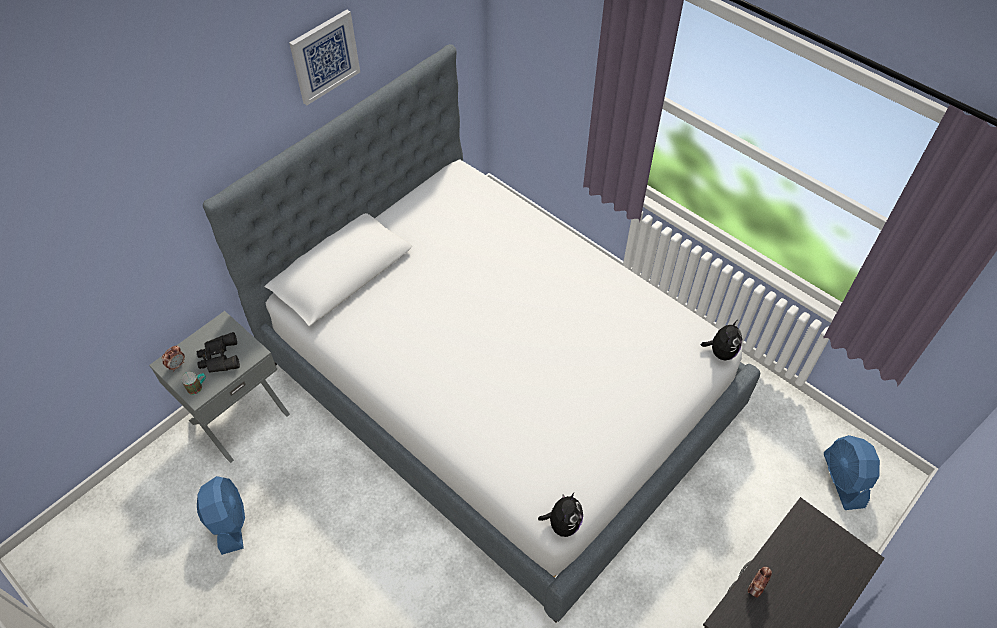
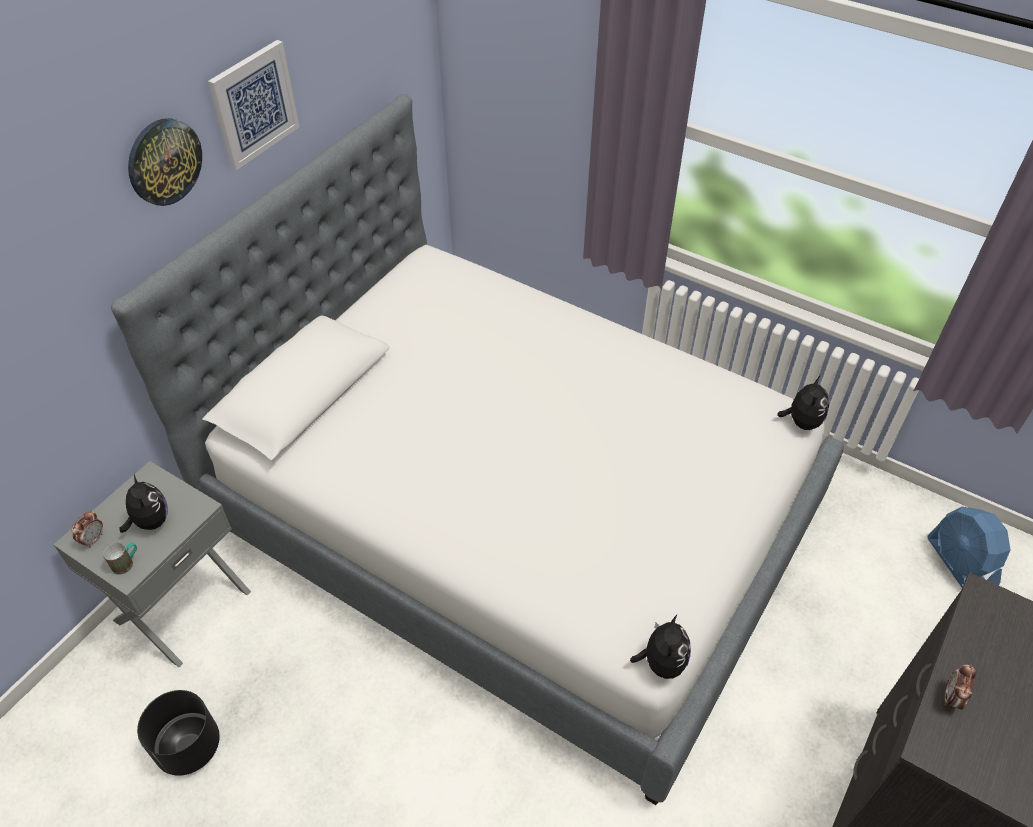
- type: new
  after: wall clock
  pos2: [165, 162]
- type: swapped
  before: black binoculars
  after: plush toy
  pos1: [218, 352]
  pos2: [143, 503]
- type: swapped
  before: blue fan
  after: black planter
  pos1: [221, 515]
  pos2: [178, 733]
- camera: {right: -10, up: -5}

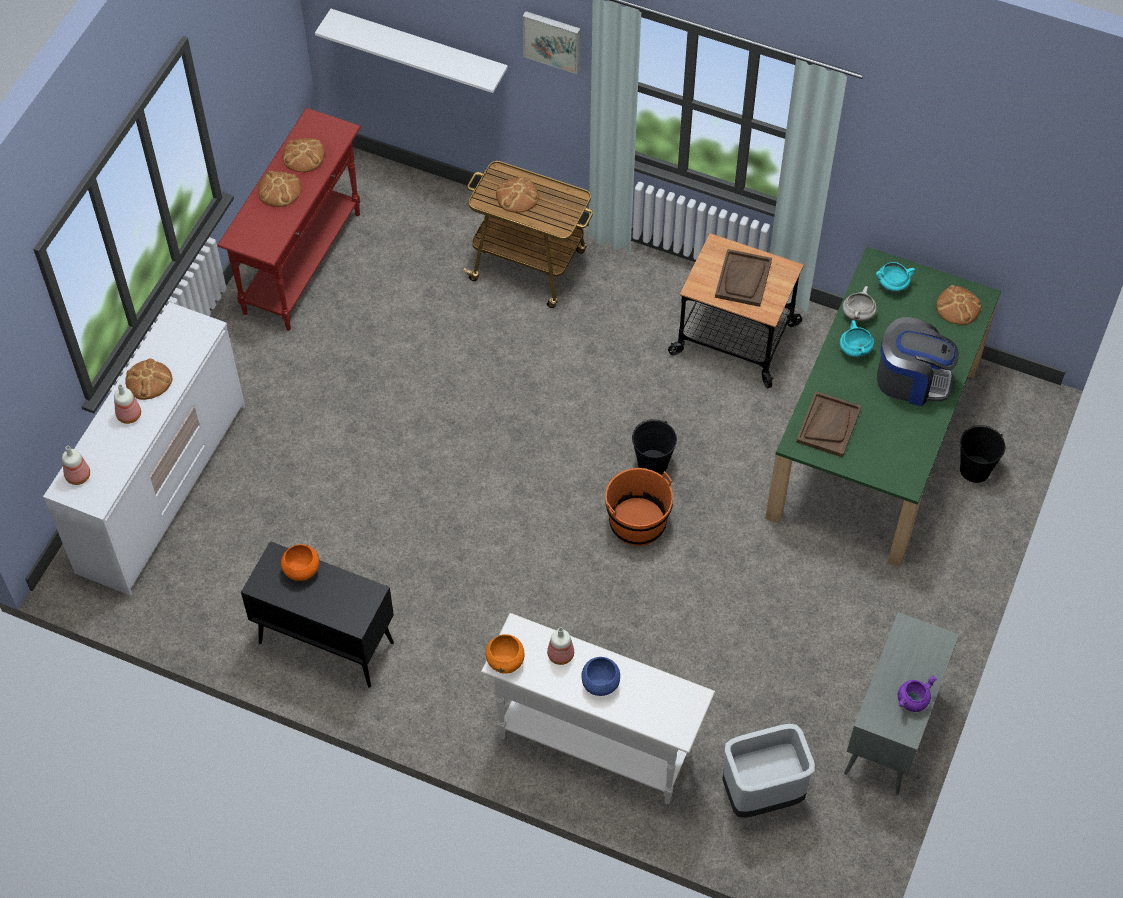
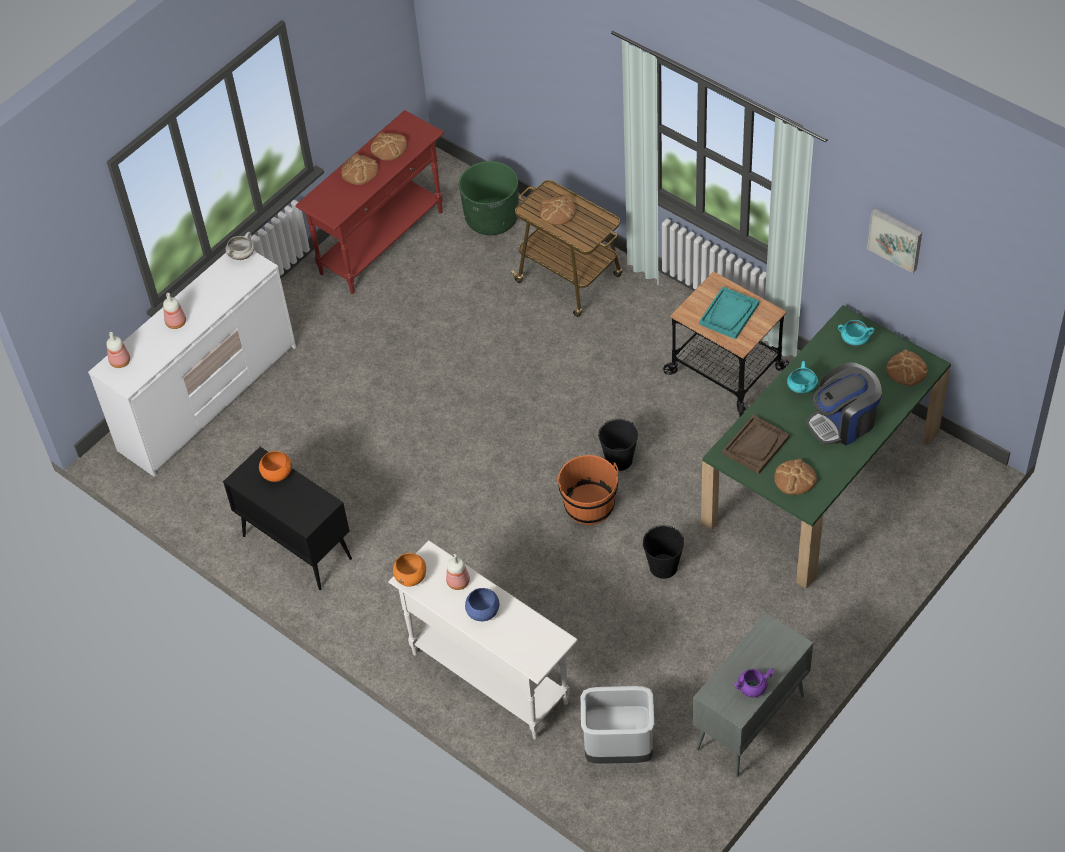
- type: gone
  before: white shelf
  pos1: [411, 51]
- type: new
  after: green planter
  pos2: [488, 198]
- type: shifted
  before: bread
  pos1: [148, 379]
  pos2: [795, 477]
- type: shifted
  before: picture
  pos1: [551, 42]
  pos2: [894, 240]
- type: shifted
  before: white cooking pot
  pos1: [860, 303]
  pos2: [240, 246]
- type: shifted
  before: black bucket
  pos1: [982, 454]
  pos2: [663, 552]
- type: repainted
  before: brown tray
  after: turquoise tray
  pos1: [743, 278]
  pos2: [729, 312]
- type: rotated
  before: coffee machine
  pos1: [918, 361]
  pos2: [844, 404]
  turn: 120
- camera: {right: 20, up: -5}

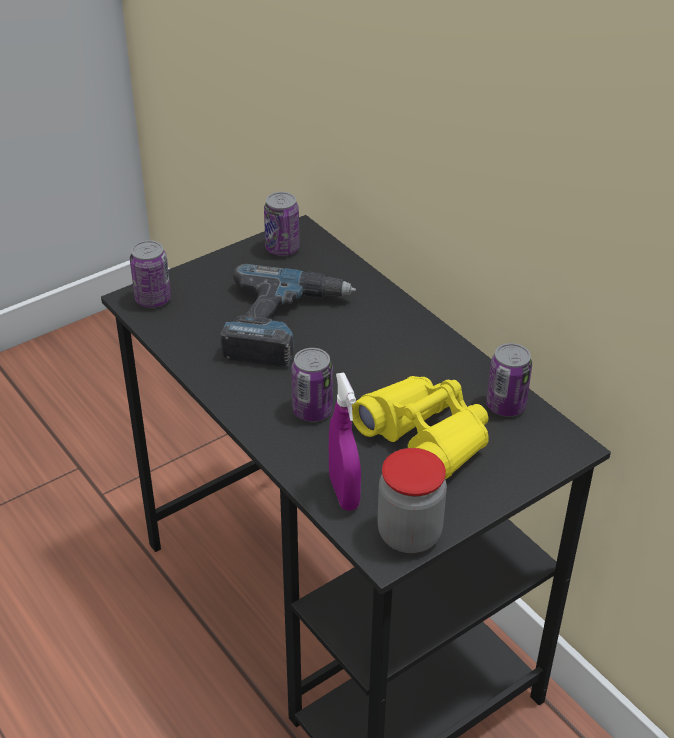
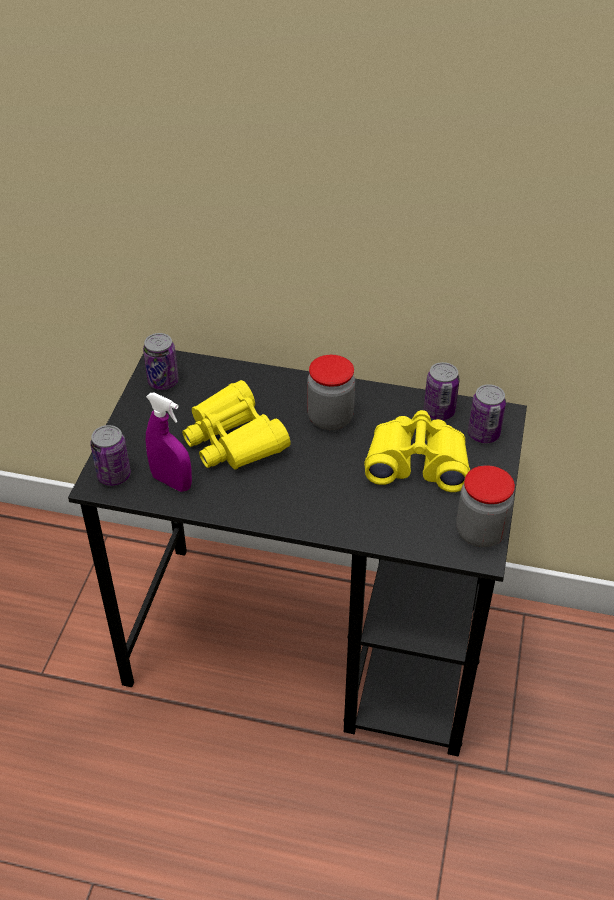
- type: new
  after: jar
  pos2: [331, 392]
- type: shifted
  before: can
  pos1: [312, 385]
  pos2: [487, 413]
- type: shifted
  before: purple spray bottle
  pos1: [345, 441]
  pos2: [169, 442]
- type: swapped
  before: power drill
  after: yellow binoculars
  pos1: [288, 315]
  pos2: [236, 425]
- camera: {right: -40, up: 5}

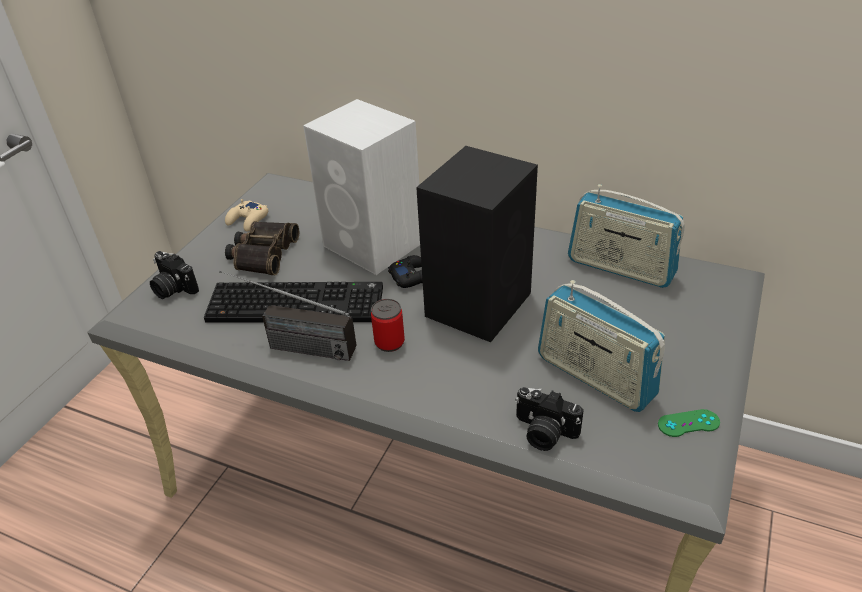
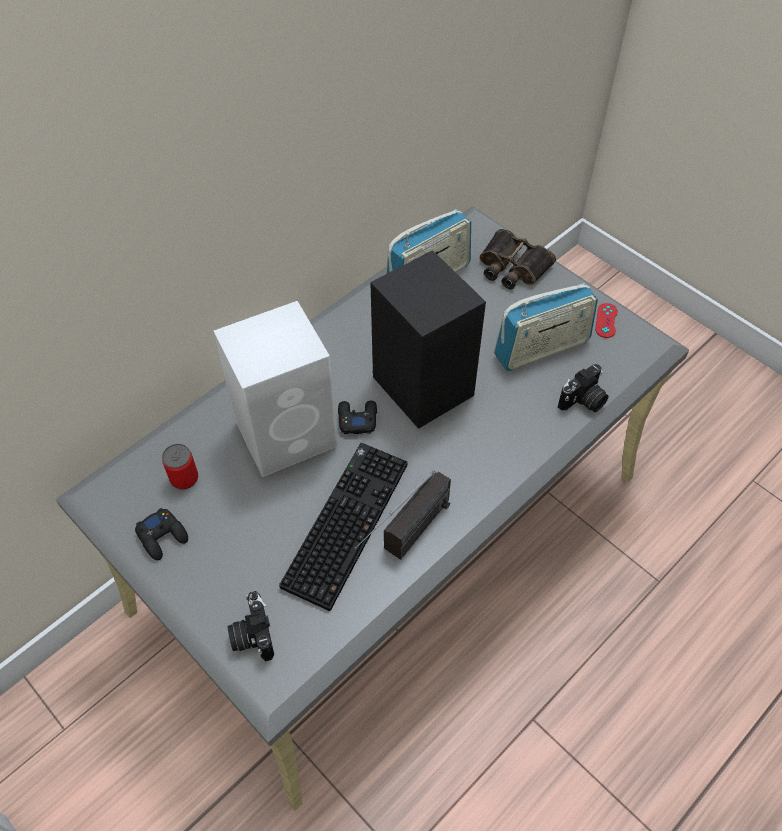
- type: shifted
  before: binoculars
  pos1: [262, 248]
  pos2: [518, 259]
- type: shifted
  before: can
  pos1: [388, 325]
  pos2: [180, 467]
- type: repainted
  before: beige game controller
  after: black game controller
  pos1: [246, 215]
  pos2: [161, 534]
- type: repainted
  before: green game controller
  after: red game controller
  pos1: [689, 423]
  pos2: [606, 320]
- type: rotated
  before: photo camera
  pos1: [174, 275]
  pos2: [250, 626]
  turn: 105
- camera: {right: -70, up: 15}

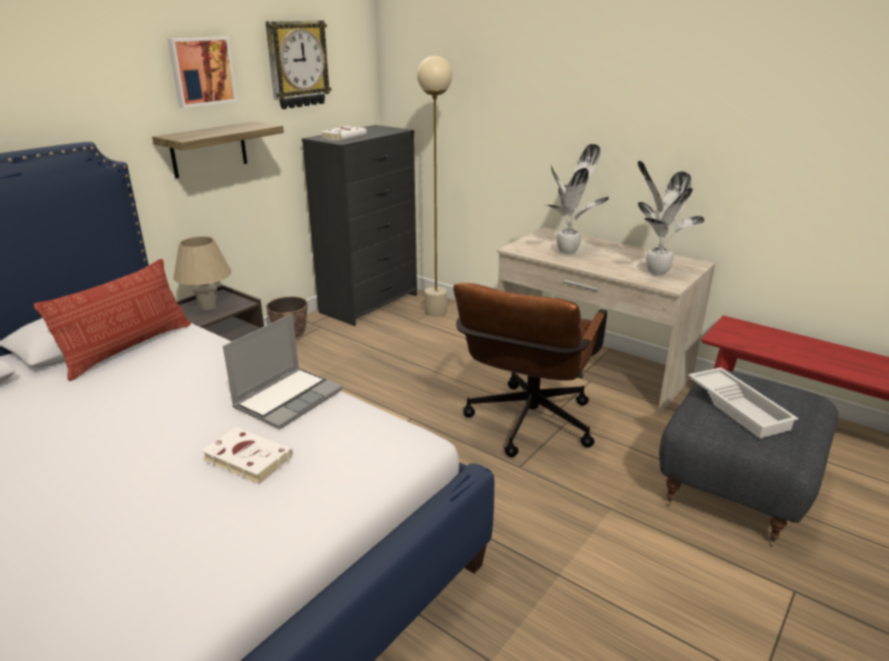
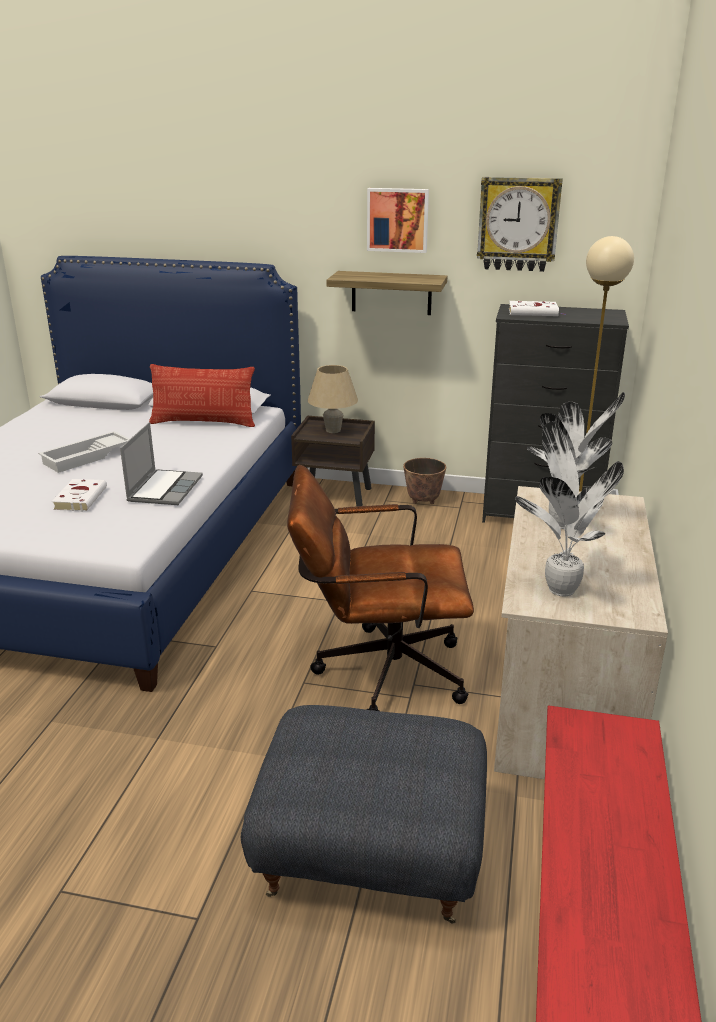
- type: shifted
  before: white tray
  pos1: [743, 402]
  pos2: [84, 452]
- type: rotated
  before: laptop
  pos1: [283, 371]
  pos2: [161, 463]
  turn: -90
- camera: {right: 65, up: 0}

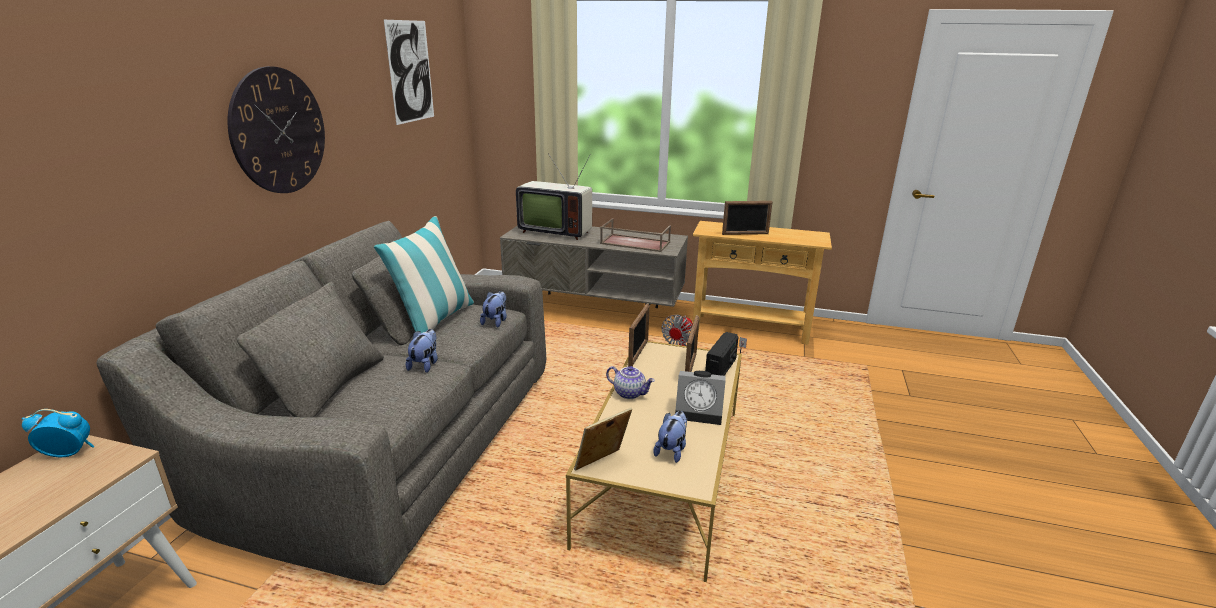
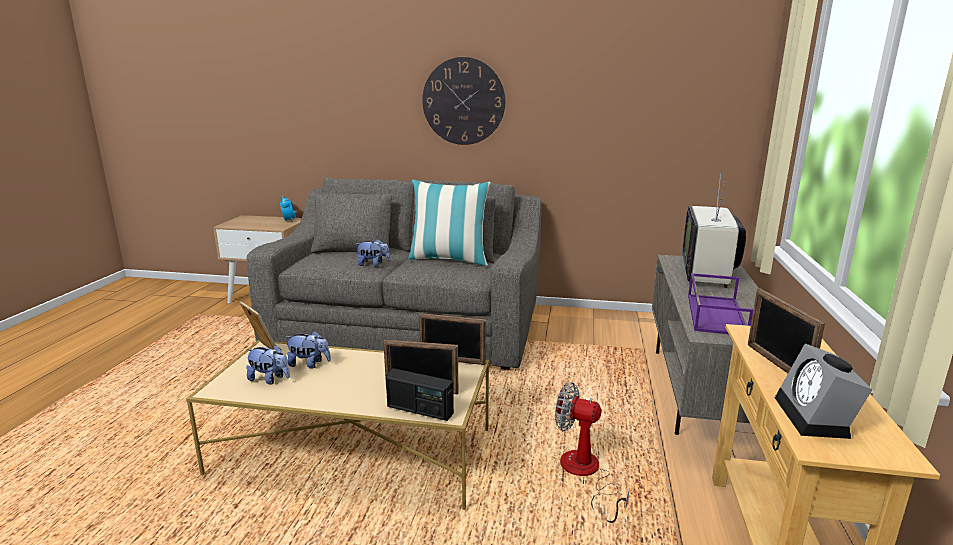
- type: gone
  before: picture
  pos1: [409, 72]
- type: gone
  before: teapot
  pos1: [630, 382]
- type: shifted
  before: plush toy
  pos1: [493, 309]
  pos2: [308, 350]
- type: shifted
  before: alarm clock
  pos1: [700, 398]
  pos2: [824, 391]
- type: repainted
  before: brown tray
  after: purple tray
  pos1: [635, 235]
  pos2: [720, 303]
- camera: {right: 85, up: -5}

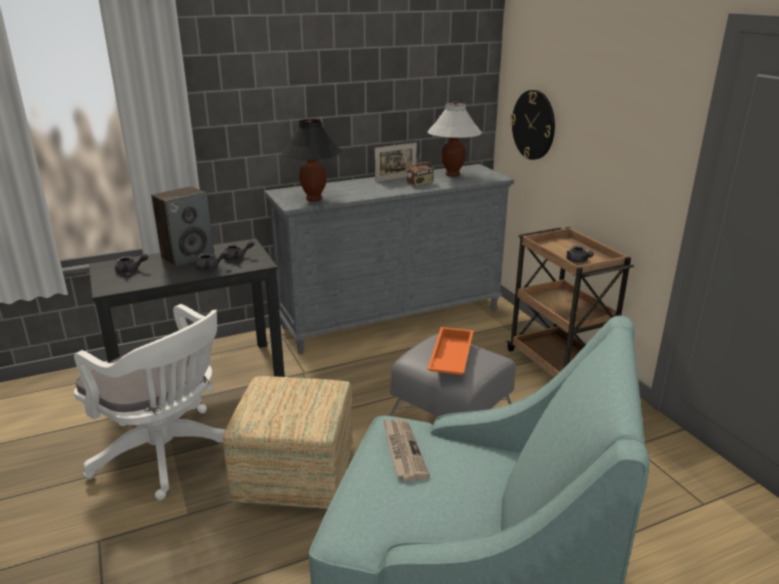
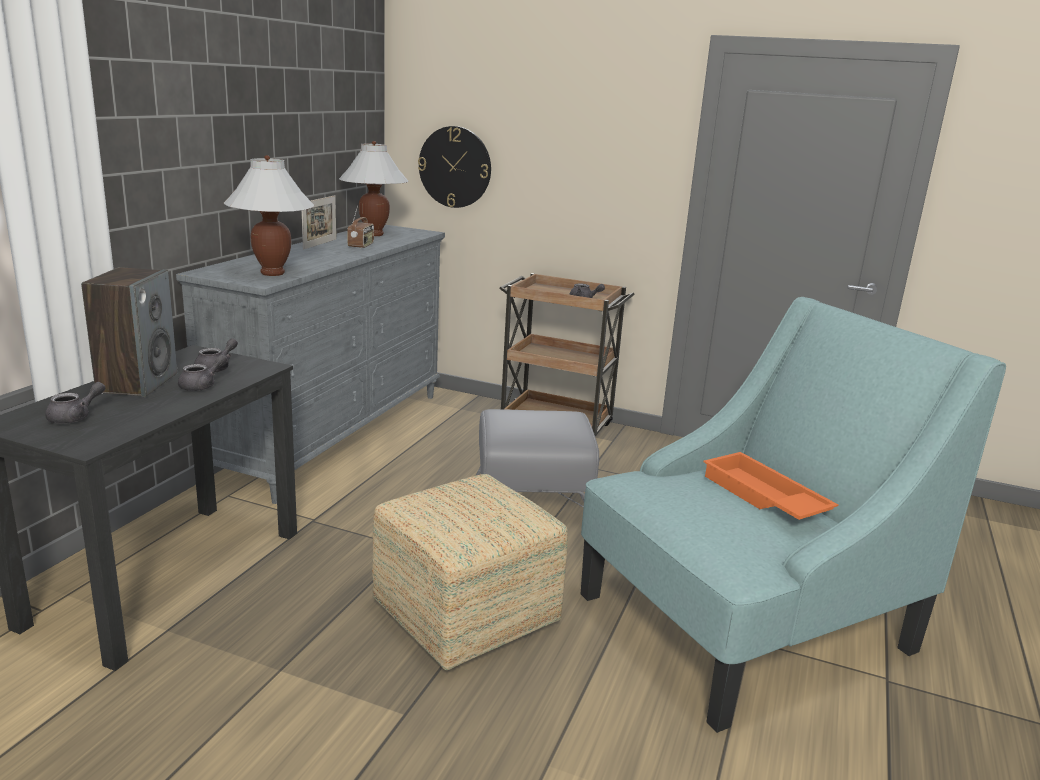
- type: gone
  before: white office chair
  pos1: [150, 402]
- type: gone
  before: newspaper
  pos1: [406, 450]
- type: shifted
  before: orange tray
  pos1: [451, 351]
  pos2: [770, 486]
- type: repainted
  before: black table lamp
  after: white table lamp
  pos1: [311, 160]
  pos2: [269, 215]
- camera: {right: -45, up: -5}

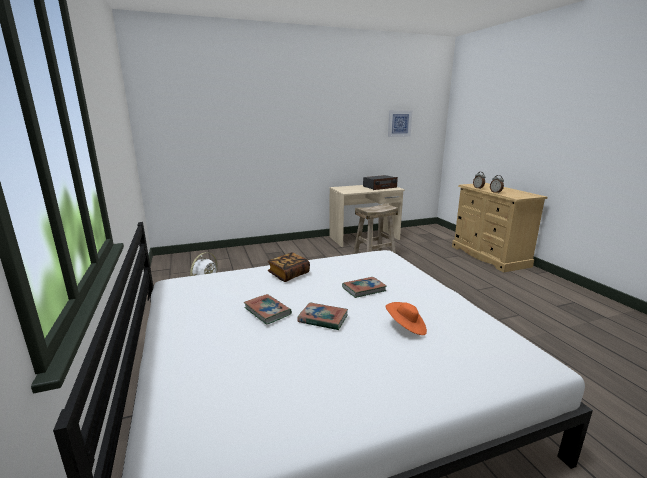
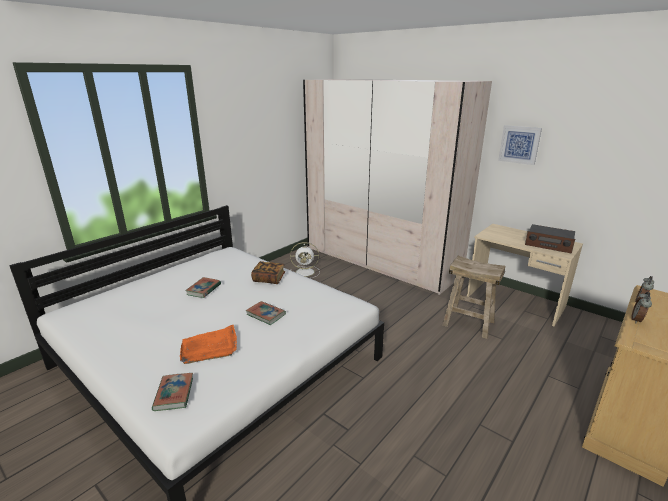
- type: new
  after: beige wardrobe
  pos2: [397, 187]
- type: shifted
  before: book
  pos1: [322, 316]
  pos2: [172, 392]
- type: shifted
  before: picture
  pos1: [400, 123]
  pos2: [520, 145]
- type: swapped
  before: orange hat
  after: orange tray
  pos1: [406, 318]
  pos2: [208, 344]
- camera: {right: 60, up: 5}

